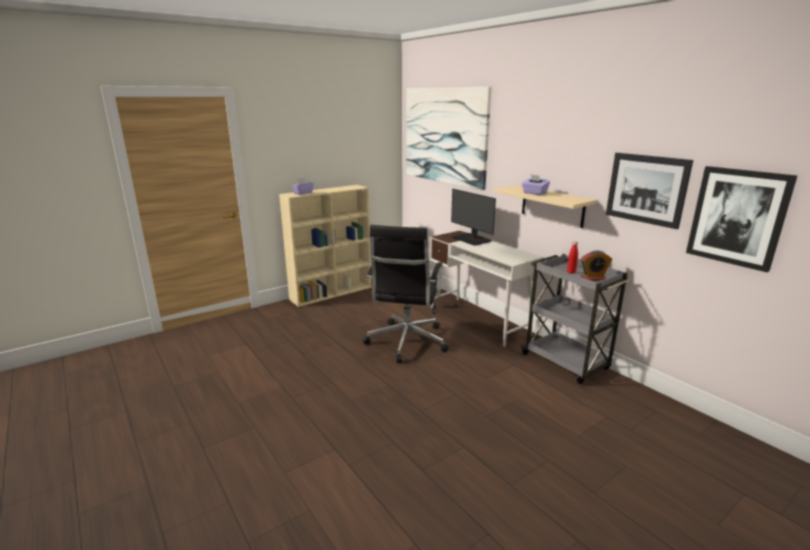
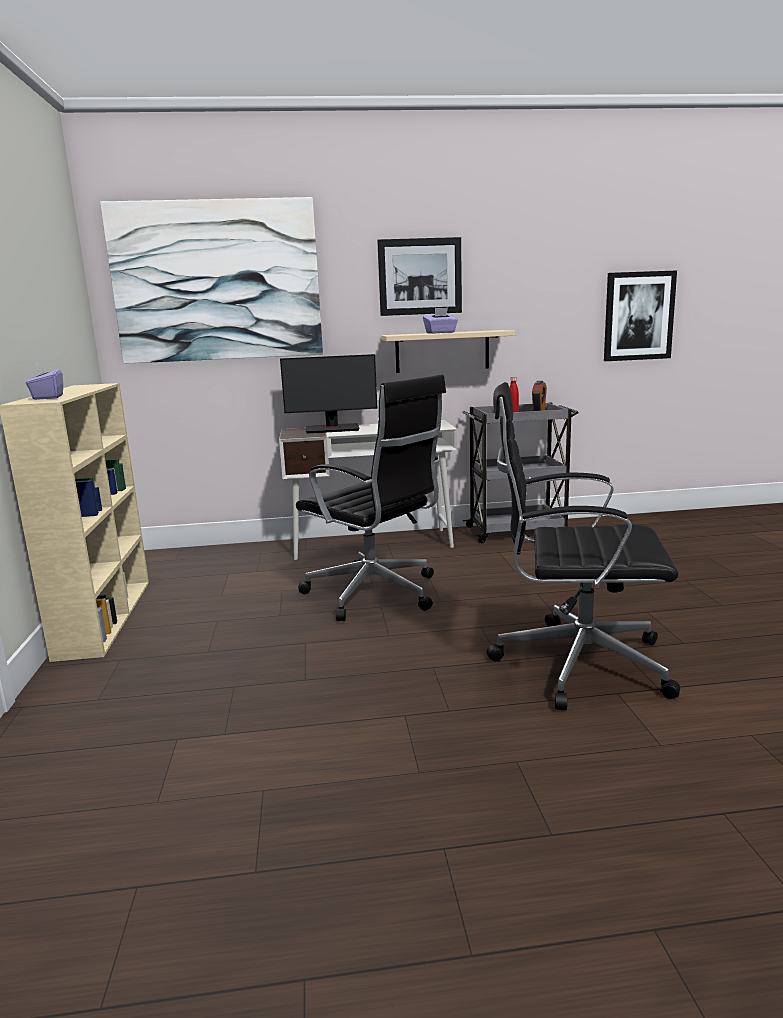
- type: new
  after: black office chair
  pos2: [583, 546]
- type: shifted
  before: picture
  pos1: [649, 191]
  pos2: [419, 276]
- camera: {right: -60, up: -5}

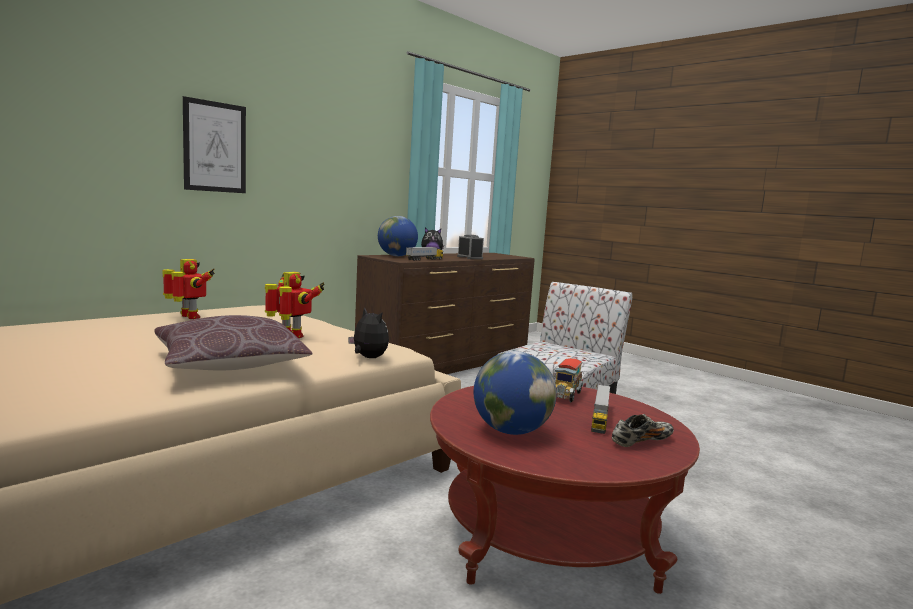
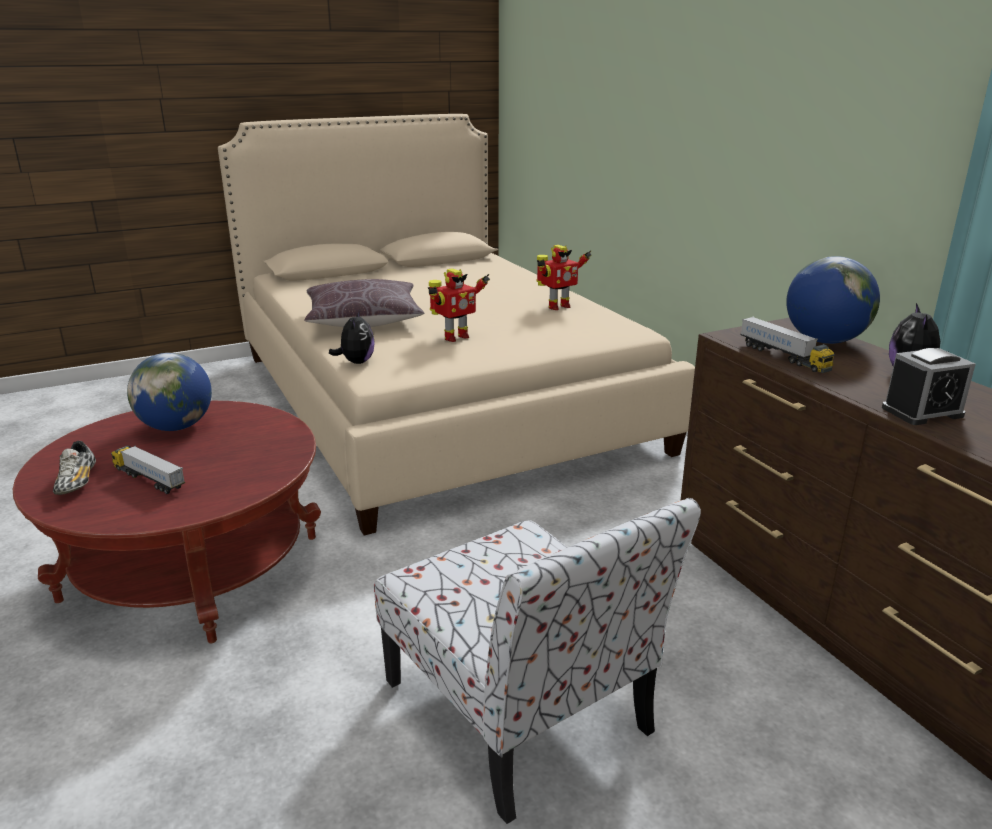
- type: gone
  before: picture
  pos1: [214, 144]
- type: gone
  before: toy truck
  pos1: [568, 380]
- type: rotated
  before: plush toy
  pos1: [368, 332]
  pos2: [352, 337]
  turn: -60
- camera: {right: 110, up: 15}

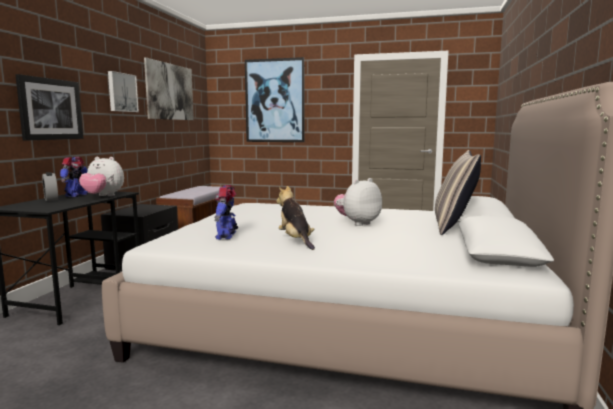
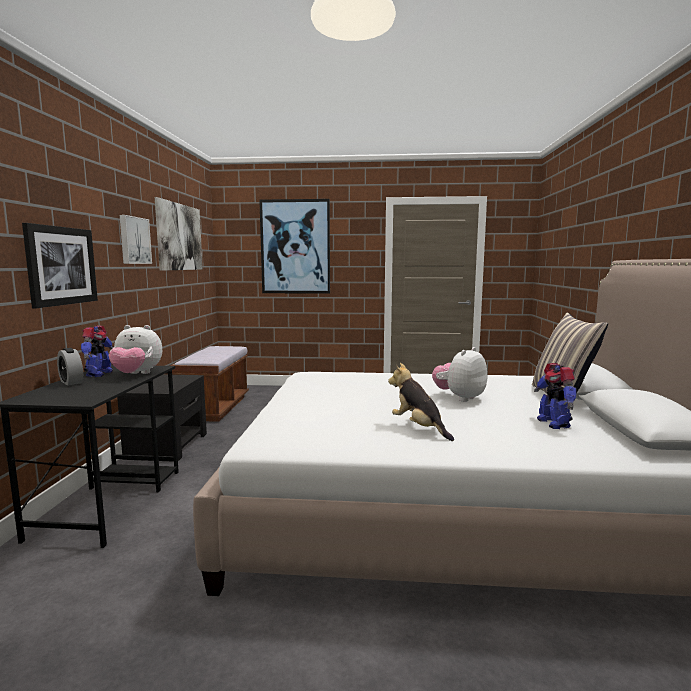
- type: shifted
  before: toy robot
  pos1: [226, 212]
  pos2: [555, 396]
- camera: {right: -10, up: 0}

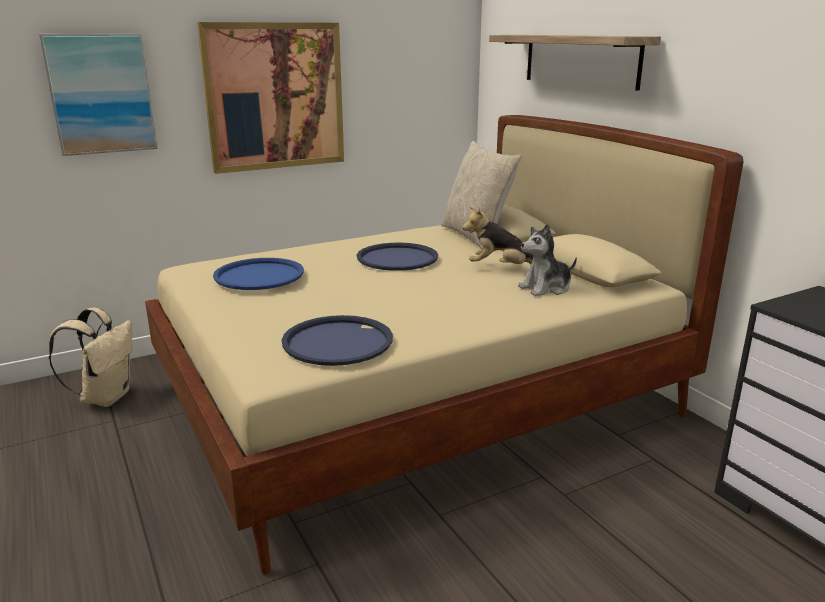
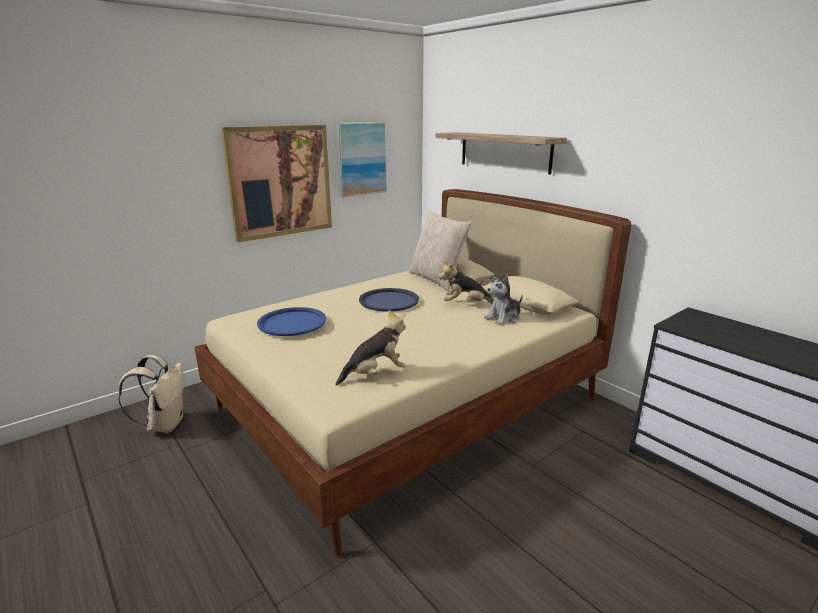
- type: shifted
  before: picture
  pos1: [98, 94]
  pos2: [361, 159]
- type: swapped
  before: blue tray
  after: plush toy
  pos1: [337, 340]
  pos2: [371, 348]
- camera: {right: -10, up: 0}

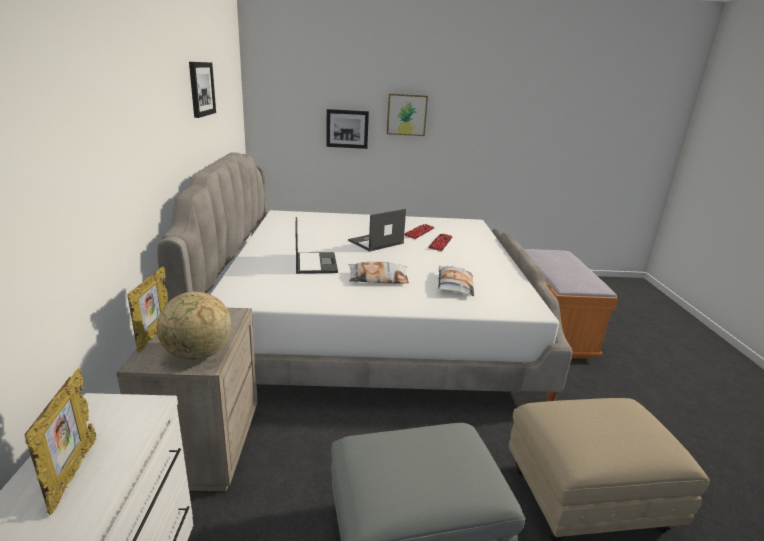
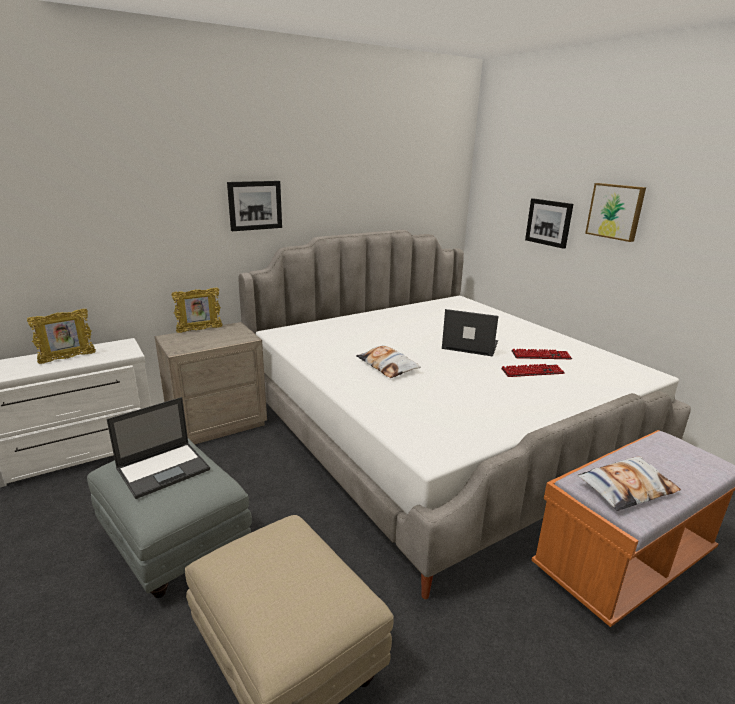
- type: gone
  before: globe
  pos1: [194, 326]
- type: shifted
  before: picture
  pos1: [202, 90]
  pos2: [254, 206]
- type: shifted
  before: laptop
  pos1: [316, 245]
  pos2: [158, 448]
- type: shifted
  before: pillow
  pos1: [456, 281]
  pos2: [629, 484]
- camera: {right: 60, up: 0}

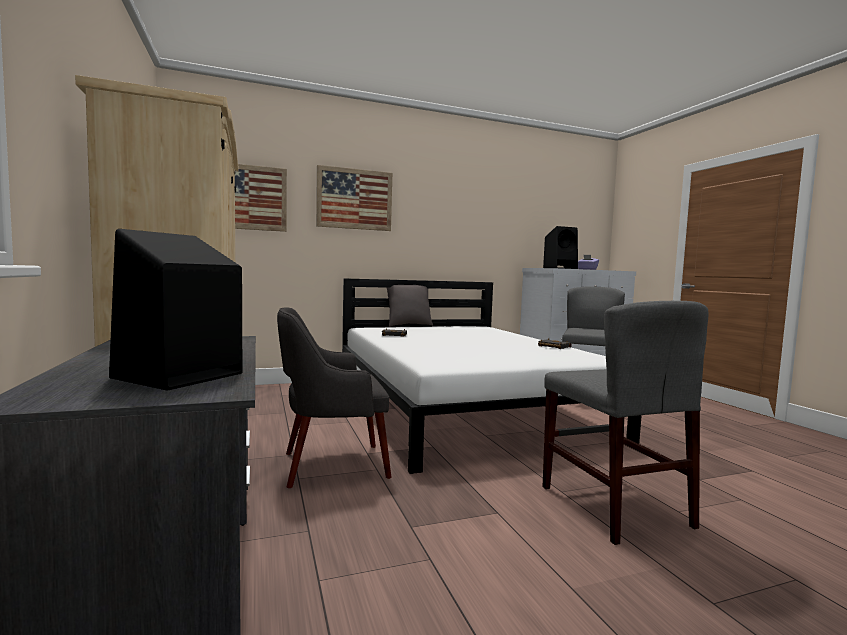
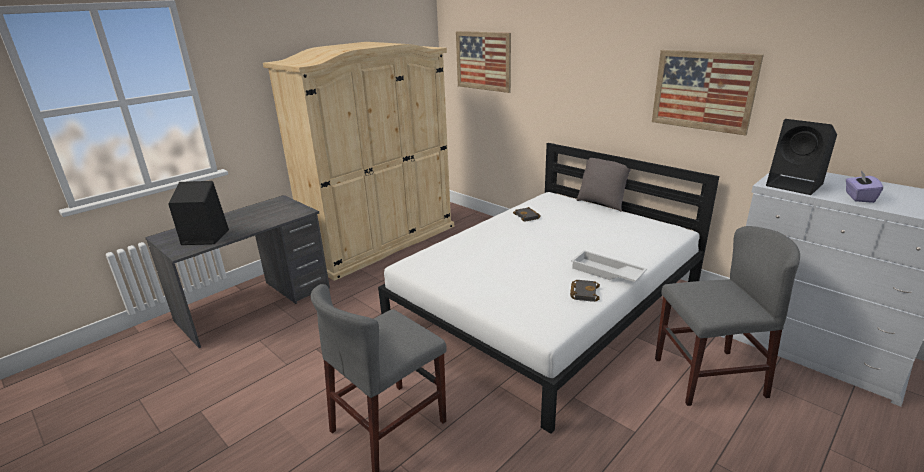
- type: gone
  before: grey armchair
  pos1: [334, 397]
- type: new
  after: white tray
  pos2: [609, 266]
- type: shifted
  before: picture
  pos1: [354, 198]
  pos2: [708, 93]
- camera: {right: 65, up: 20}

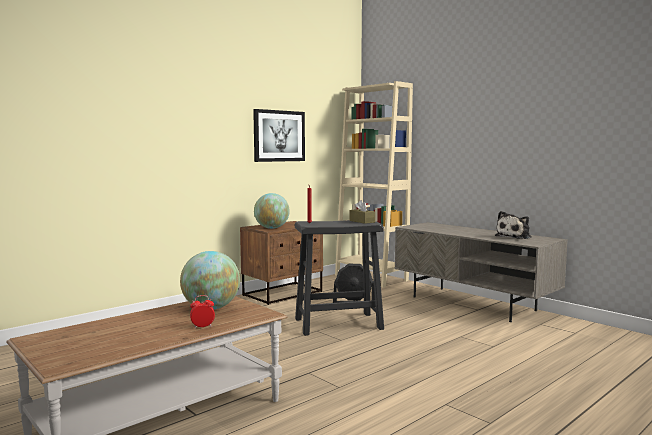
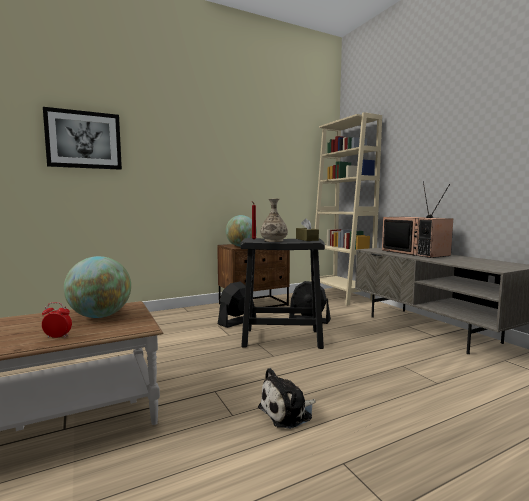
- type: new
  after: black fan
  pos2: [237, 304]
- type: new
  after: vase
  pos2: [274, 220]
- type: new
  after: television
  pos2: [417, 219]
- type: shifted
  before: picture
  pos1: [279, 135]
  pos2: [82, 138]
- type: shifted
  before: plush toy
  pos1: [513, 225]
  pos2: [287, 398]
- camera: {right: 15, up: 0}

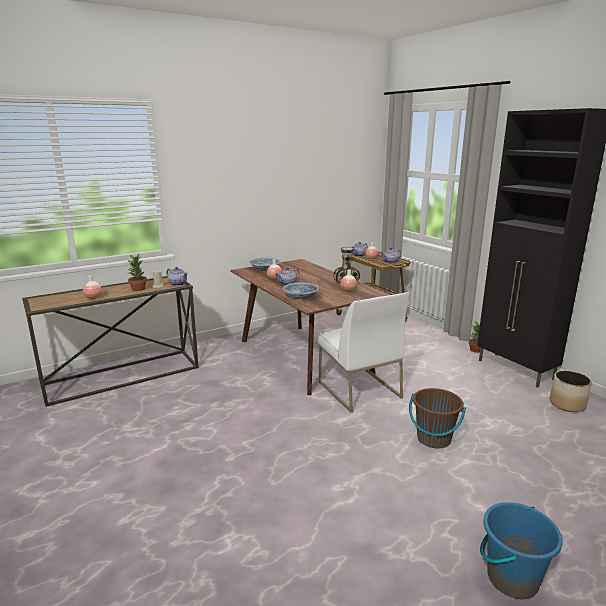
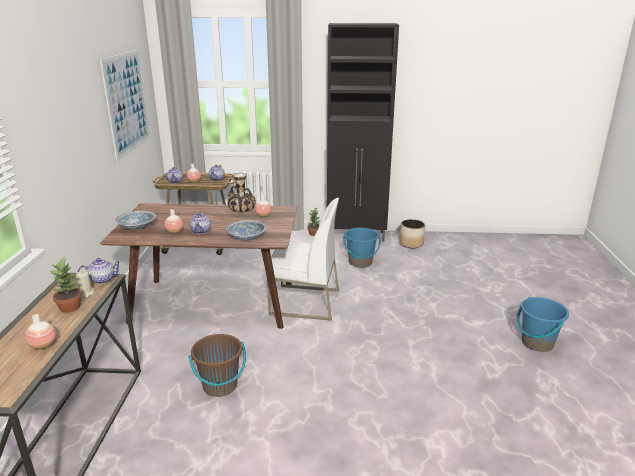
- type: new
  after: picture
  pos2: [125, 105]
- type: new
  after: blue bucket
  pos2: [362, 248]
- type: shifted
  before: brown bucket
  pos1: [437, 418]
  pos2: [217, 365]
- camera: {right: -55, up: 5}

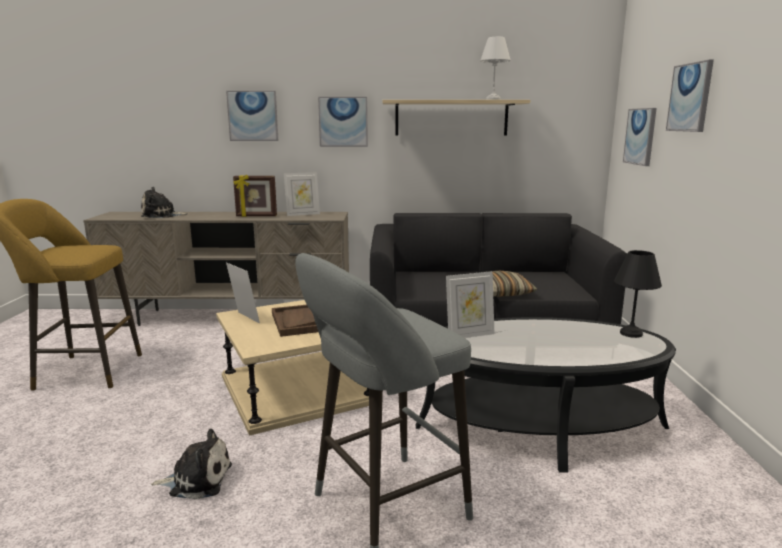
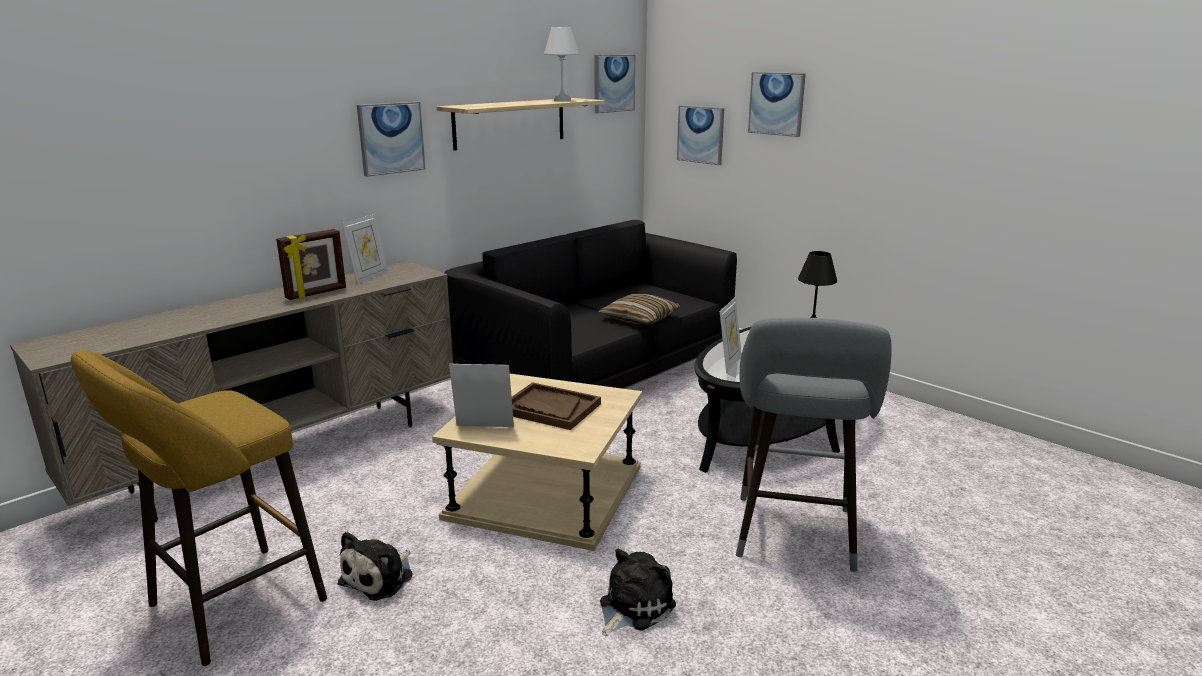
- type: shifted
  before: plush toy
  pos1: [165, 202]
  pos2: [375, 566]
- type: shifted
  before: picture
  pos1: [252, 116]
  pos2: [615, 84]
- camera: {right: -45, up: 5}

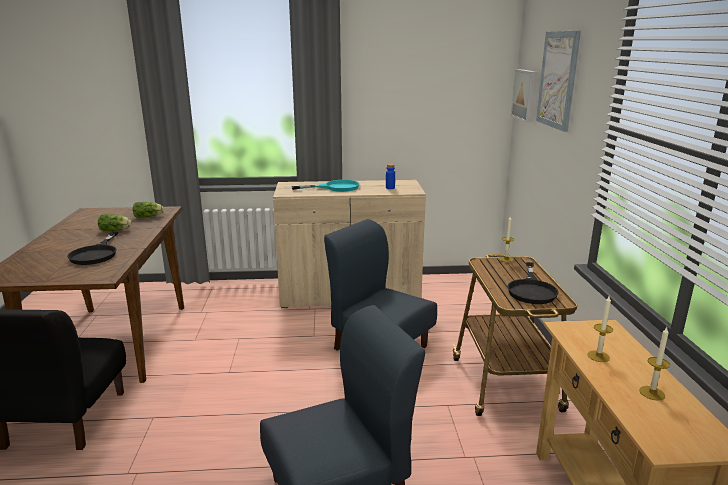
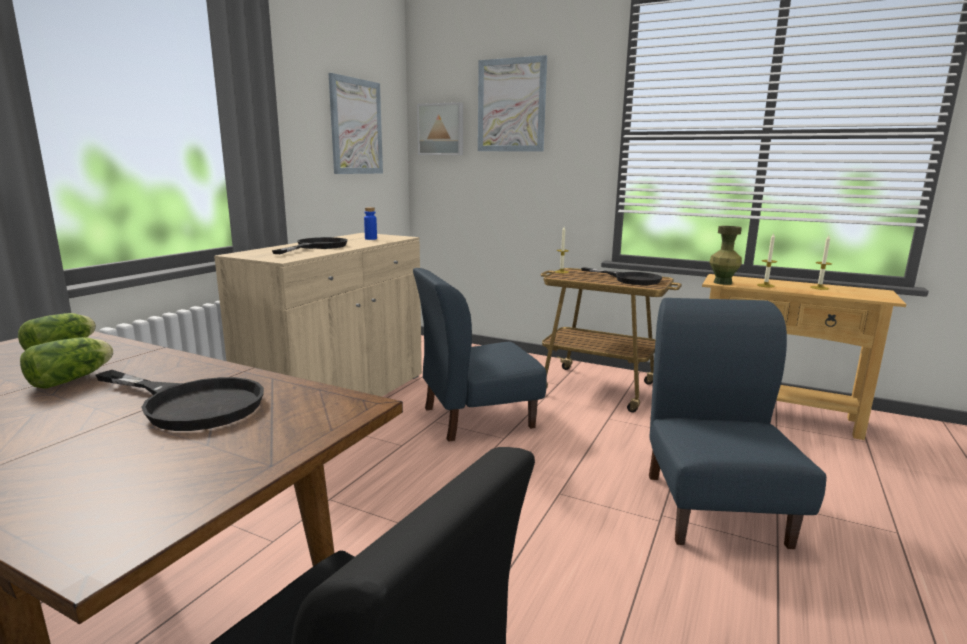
- type: new
  after: picture
  pos2: [356, 123]
- type: new
  after: green vase
  pos2: [725, 255]
- type: repainted
  before: turquoise frying pan
  after: black frying pan
  pos1: [325, 186]
  pos2: [310, 245]
- camera: {right: -60, up: -5}

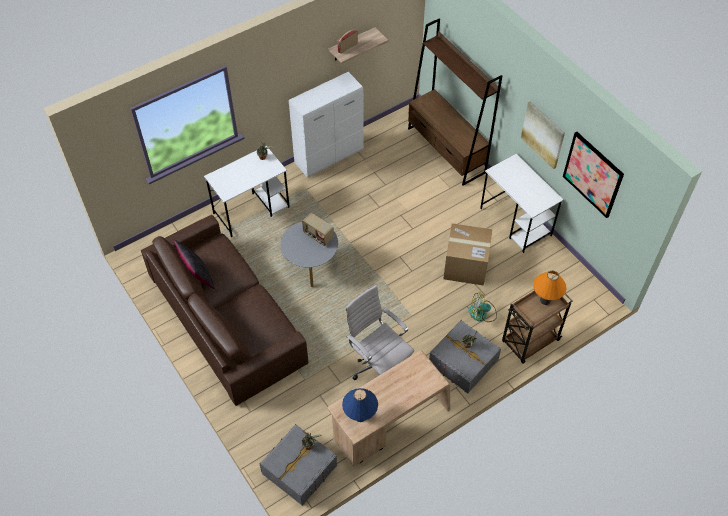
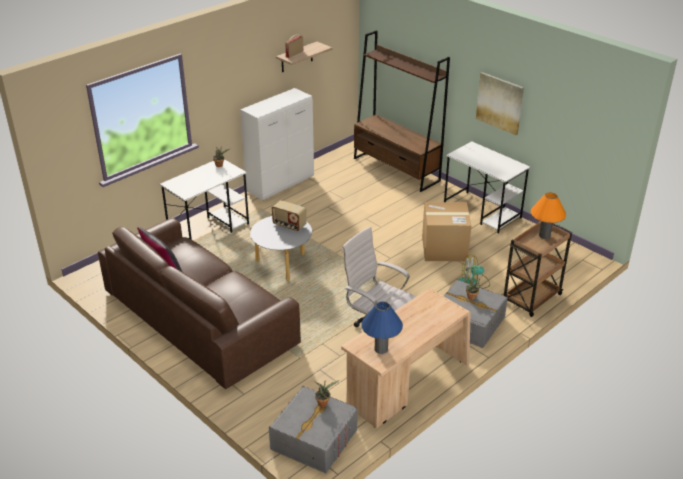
- type: gone
  before: picture
  pos1: [593, 175]
- camera: {right: -10, up: -20}

